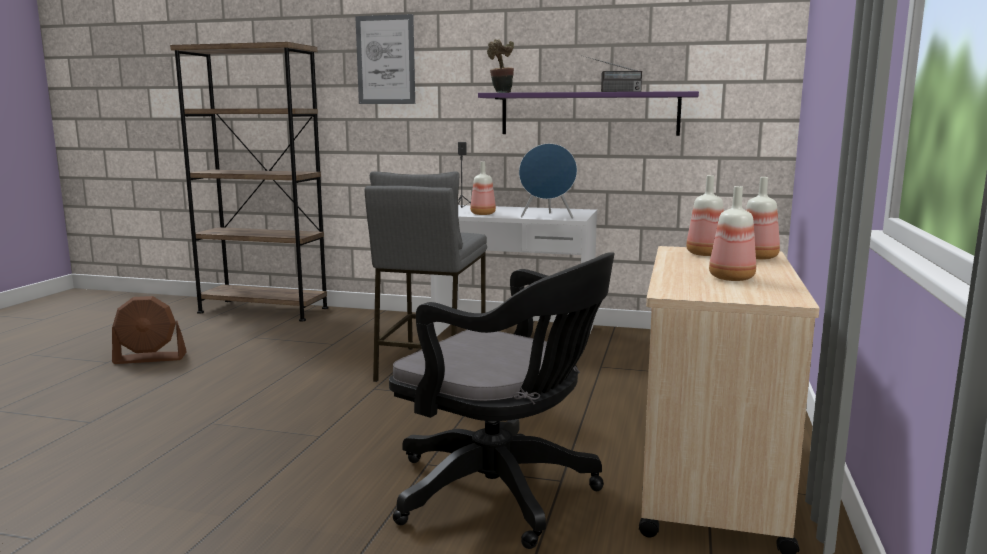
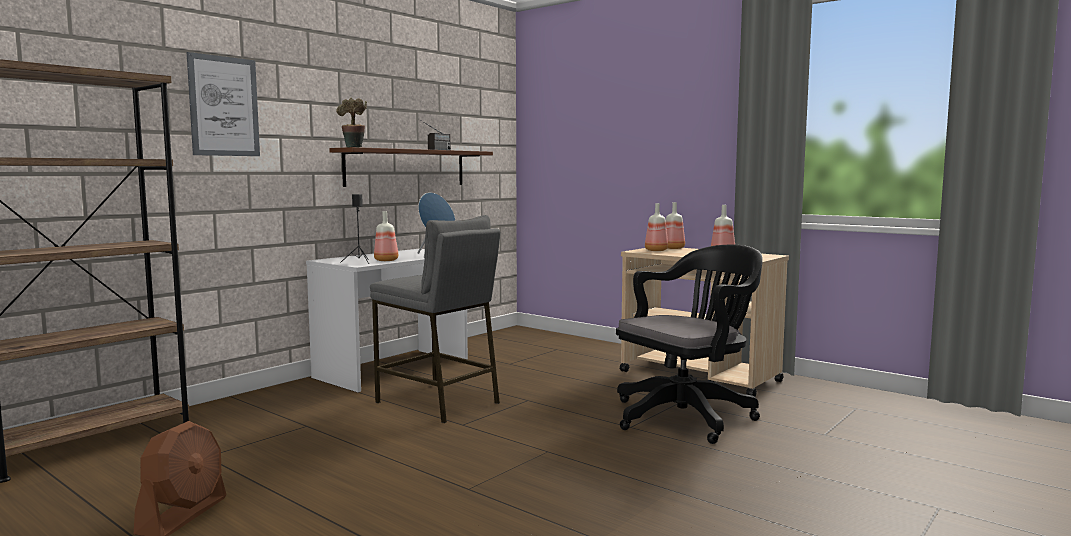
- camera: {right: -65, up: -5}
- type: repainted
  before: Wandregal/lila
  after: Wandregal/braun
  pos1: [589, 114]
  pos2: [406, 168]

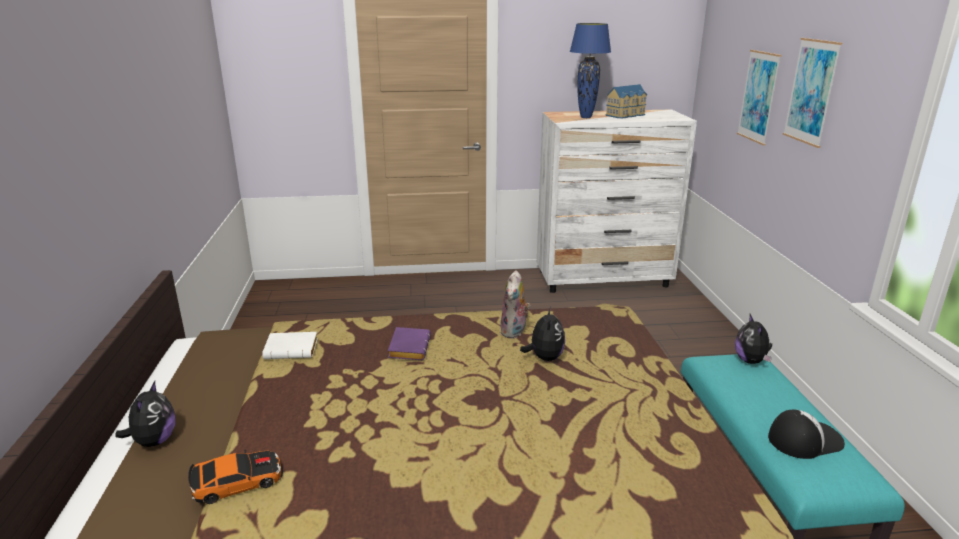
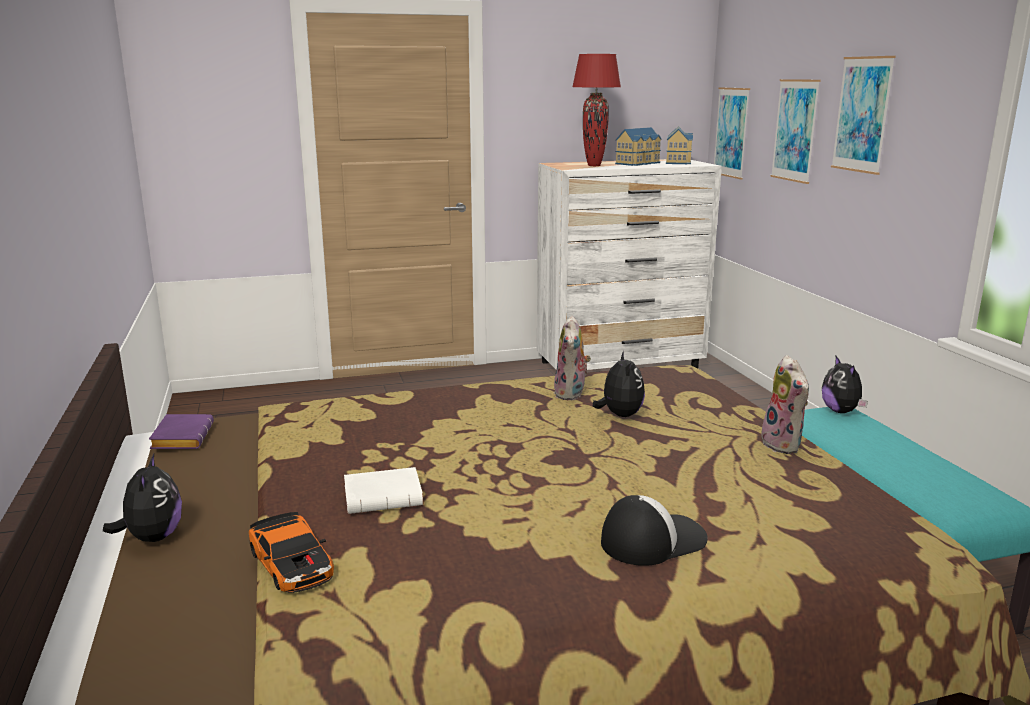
- camera: {right: -10, up: -5}
- type: rotated
  before: Spielzeugauto
  pos1: [237, 481]
  pos2: [293, 563]
  turn: 90
- type: shifted
  before: Buch/weiß
  pos1: [293, 349]
  pos2: [385, 497]
- type: shifted
  before: Buch/lila
  pos1: [408, 347]
  pos2: [181, 437]
- type: repainted
  before: Tischlampe/blau
  after: Tischlampe/rot
  pos1: [586, 117]
  pos2: [594, 165]
- type: shifted
  before: Kappe
  pos1: [804, 439]
  pos2: [652, 540]
- type: new
  after: Spielzeughaus
  pos2: [679, 162]
- type: new
  after: Bild
  pos2: [731, 132]
- type: new
  after: Plüschtier
  pos2: [784, 445]

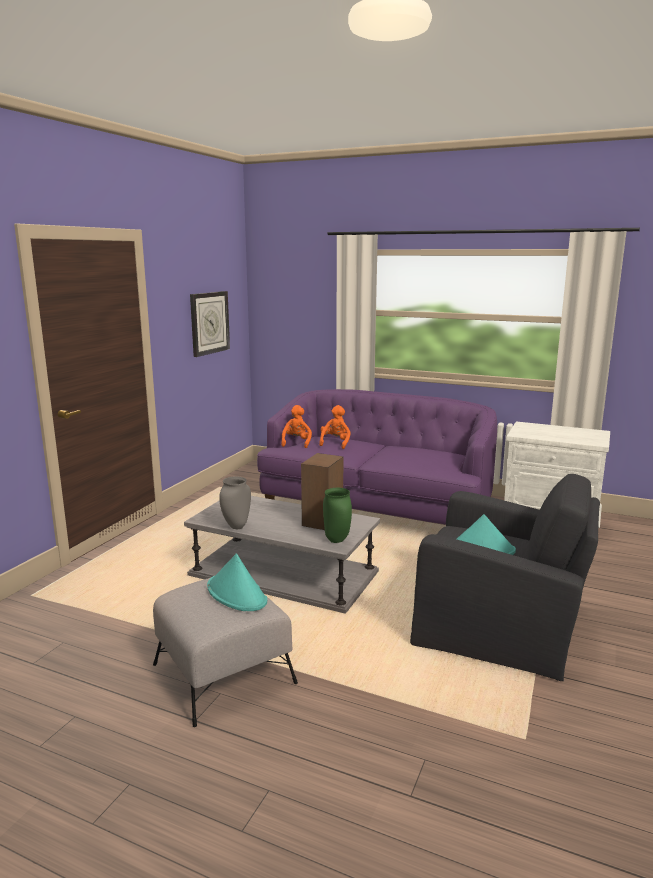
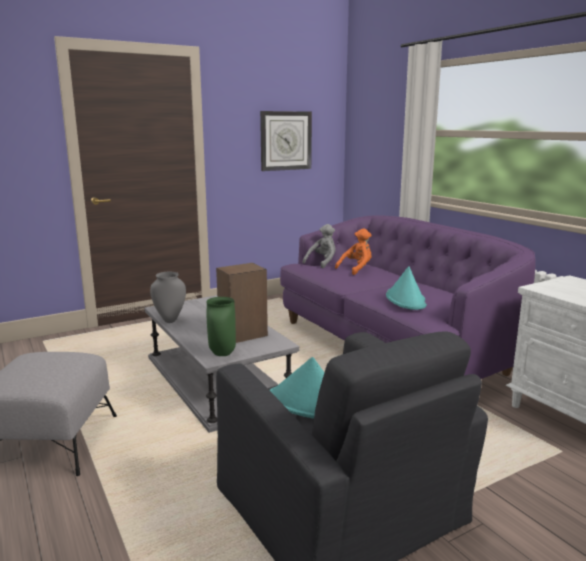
- camera: {right: 35, up: 0}
- type: shifted
  before: Hut/türkis
  pos1: [237, 594]
  pos2: [406, 300]
- type: repainted
  before: Plüschtier/orange
  after: Plüschtier/grau
  pos1: [296, 443]
  pos2: [322, 263]

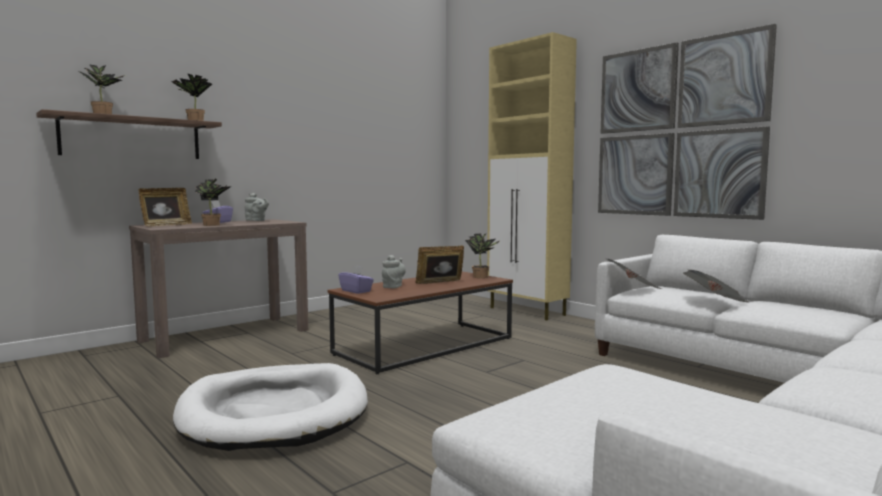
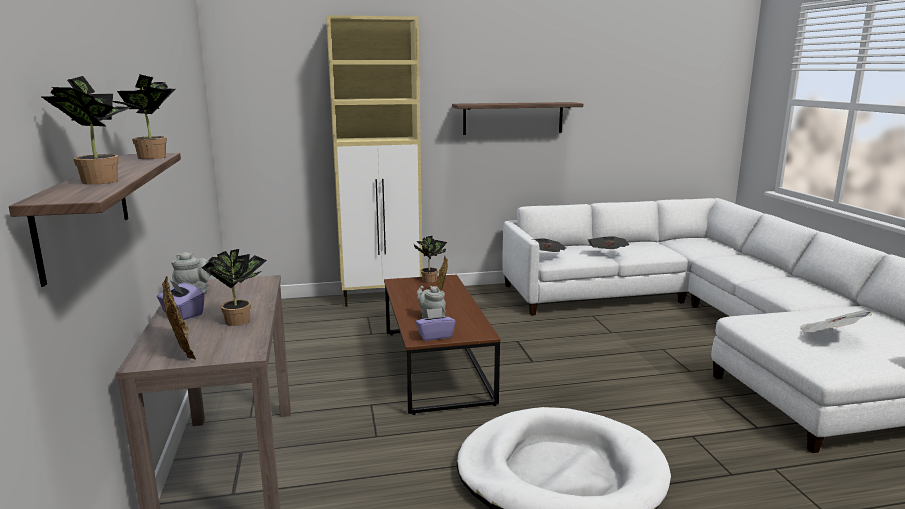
- camera: {right: -60, up: 10}
- type: swapped
  before: Bild
  after: Wandregal
  pos1: [677, 130]
  pos2: [513, 118]
- type: new
  after: Zeitung
  pos2: [829, 337]

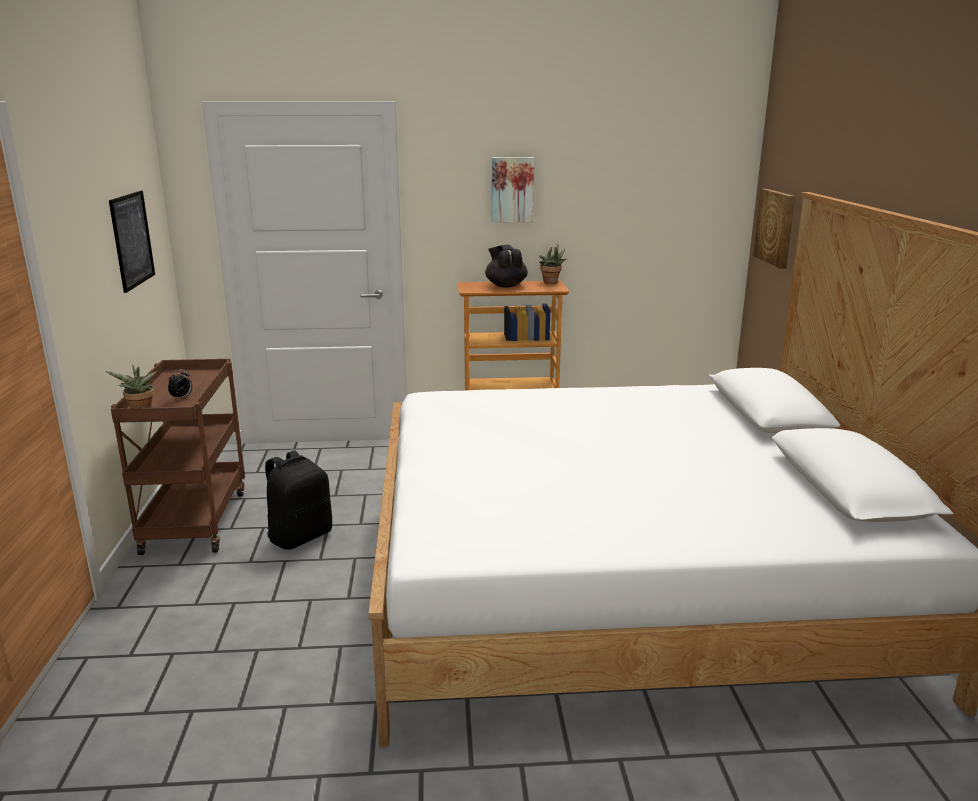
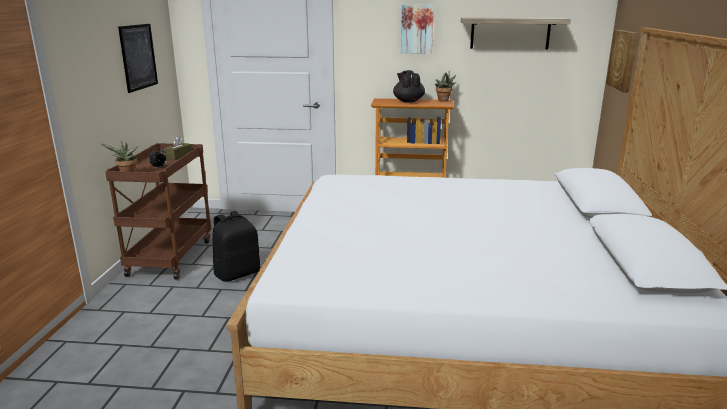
- camera: {right: 10, up: 0}
- type: new
  after: Taschentuchbox/braun
  pos2: [179, 156]
- type: new
  after: Wandregal
  pos2: [510, 33]

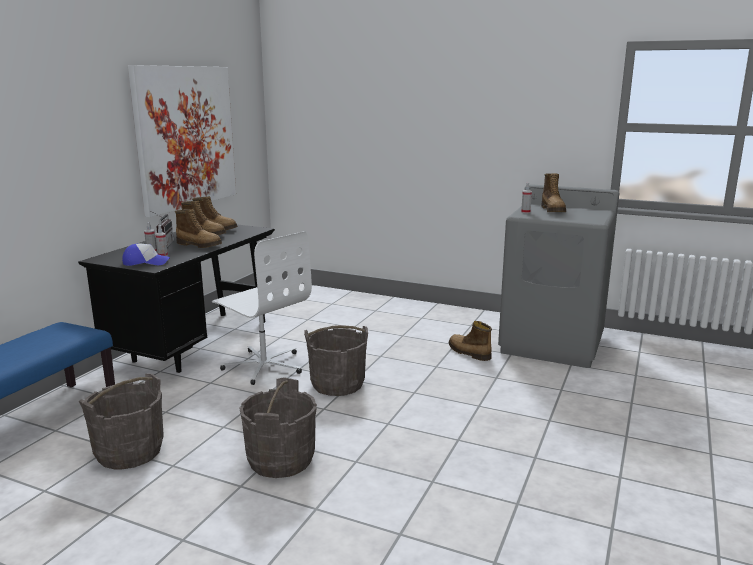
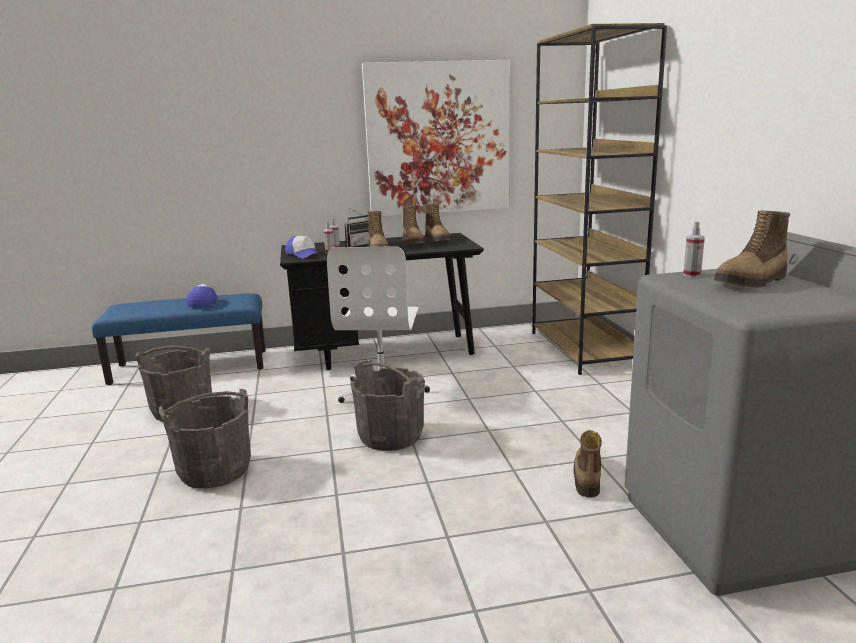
- camera: {right: 55, up: 0}
- type: new
  after: Kappe
  pos2: [203, 302]
- type: new
  after: Bücherregal/braun
  pos2: [584, 349]

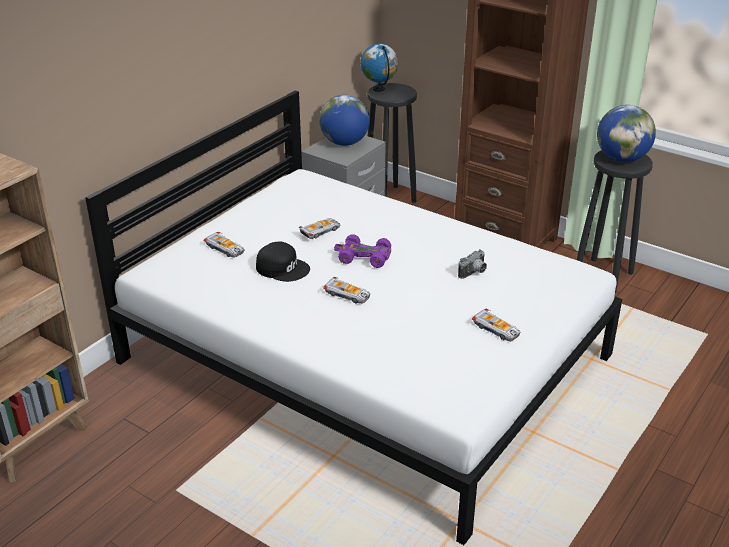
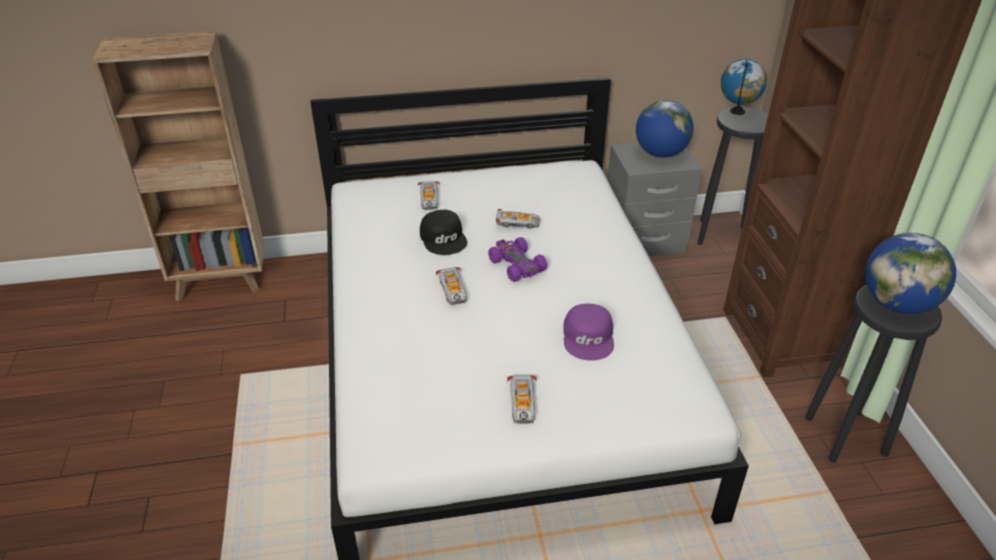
- camera: {right: 45, up: 5}
- type: swapped
  before: Kamera
  after: Kappe/lila
  pos1: [474, 273]
  pos2: [589, 337]

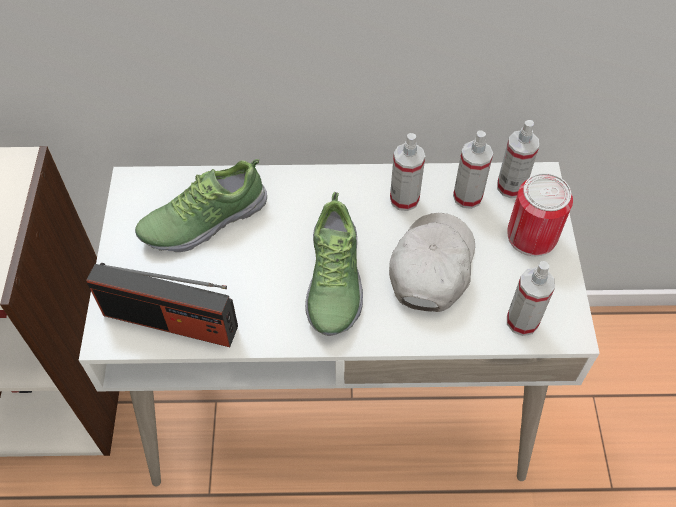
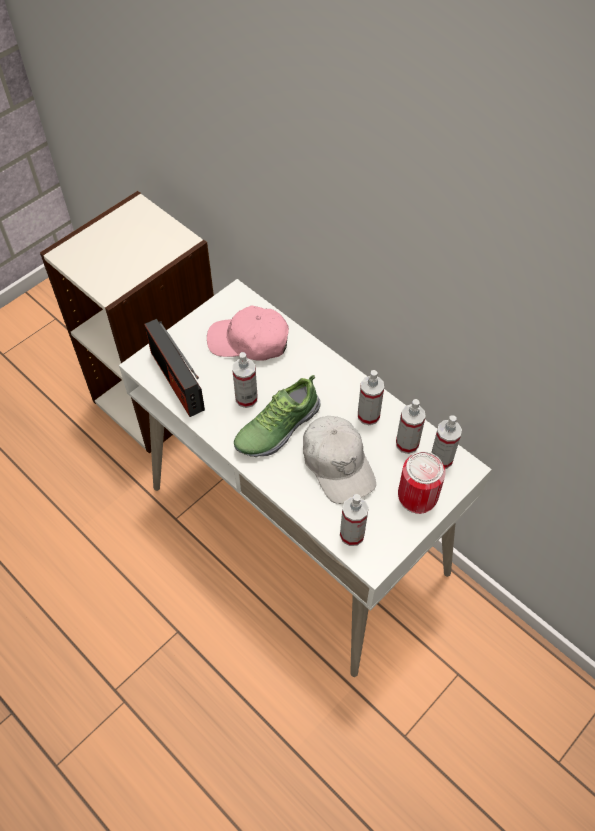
- camera: {right: 45, up: 0}
- type: swapped
  before: Schuh
  after: Kappe/rosa
  pos1: [203, 219]
  pos2: [249, 342]
- type: rotated
  before: Kappe/weiß
  pos1: [431, 267]
  pos2: [338, 464]
  turn: 90
- type: new
  after: Sprühflasche
  pos2: [246, 398]

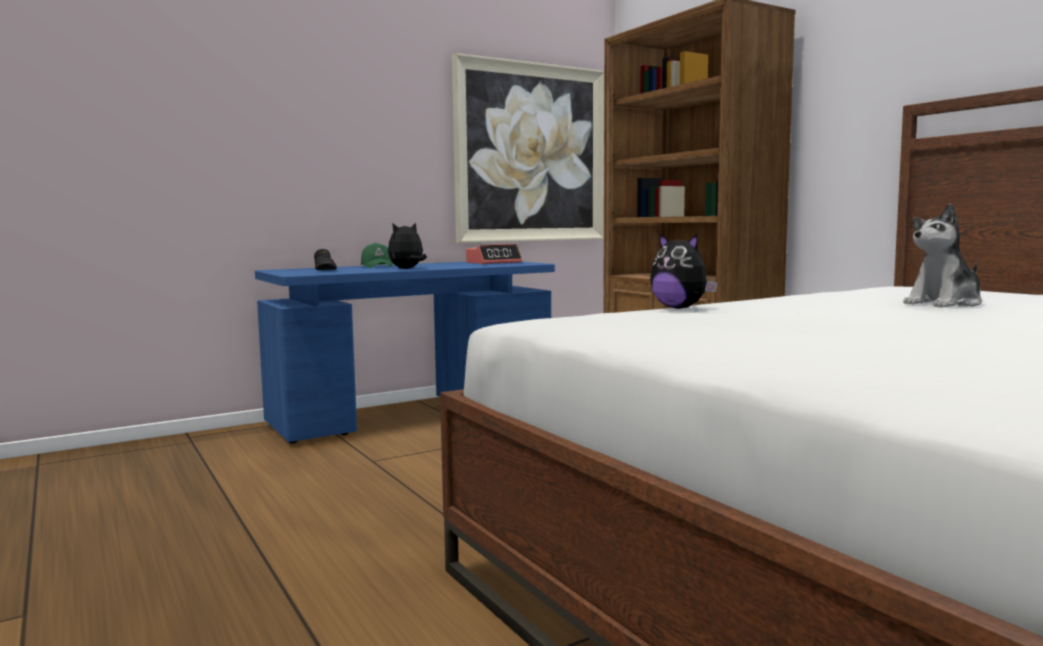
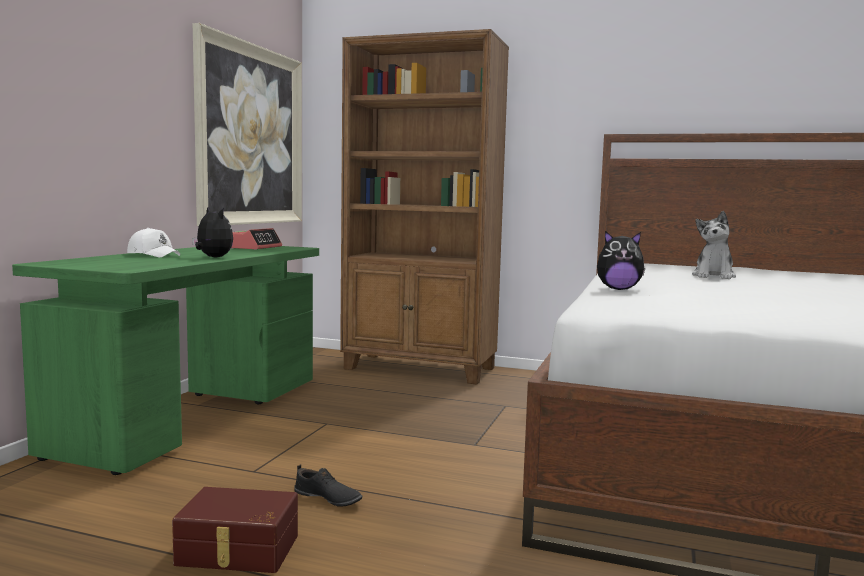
- camera: {right: -40, up: 0}
- type: repainted
  before: Schreibtisch/blau
  after: Schreibtisch/grün
  pos1: [414, 414]
  pos2: [196, 415]
- type: shifted
  before: Schuh/schwarz
  pos1: [324, 270]
  pos2: [327, 498]
- type: repainted
  before: Kappe/grün
  after: Kappe/weiß
  pos1: [377, 266]
  pos2: [154, 255]
- type: rotated
  before: Plüschtier
  pos1: [407, 269]
  pos2: [213, 257]
  turn: 120
- type: new
  after: Aufbewahrungsbox/braun
  pos2: [237, 551]

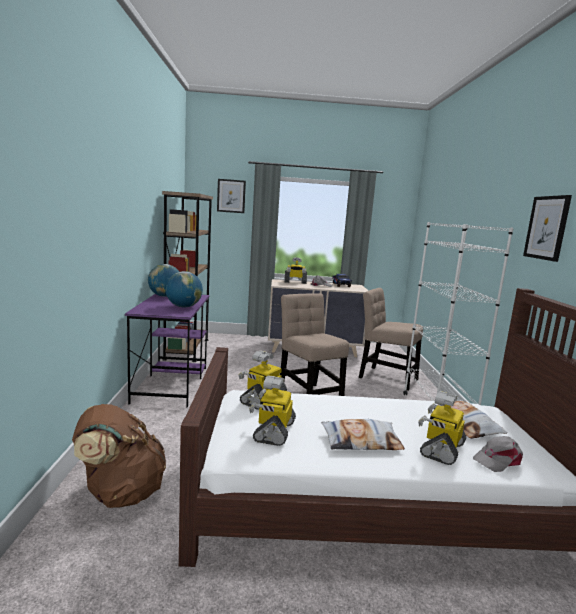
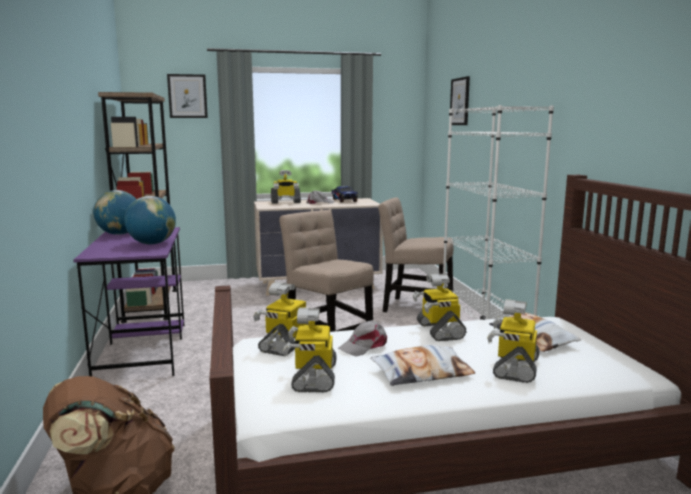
- camera: {right: -10, up: 0}
- type: shifted
  before: Kappe/grau
  pos1: [497, 460]
  pos2: [364, 346]
- type: shifted
  before: Bild
  pos1: [547, 228]
  pos2: [460, 101]
- type: new
  after: Spielzeugroboter
  pos2: [438, 330]

